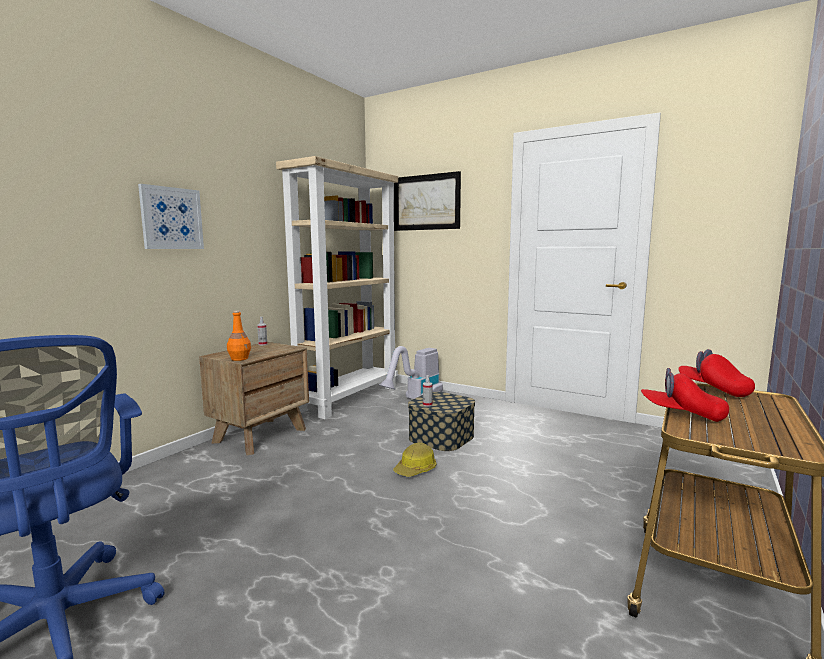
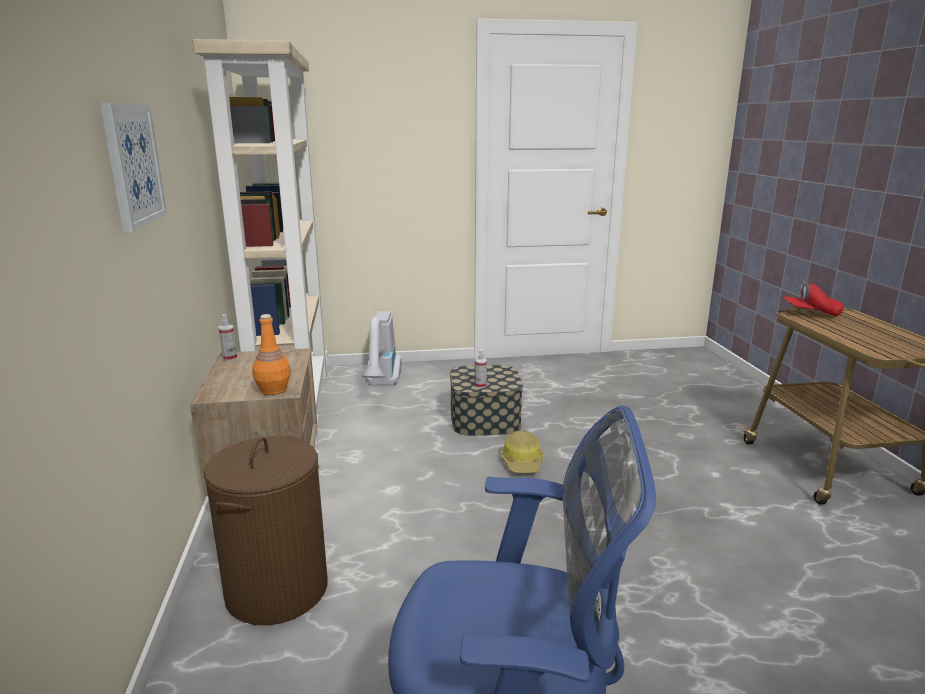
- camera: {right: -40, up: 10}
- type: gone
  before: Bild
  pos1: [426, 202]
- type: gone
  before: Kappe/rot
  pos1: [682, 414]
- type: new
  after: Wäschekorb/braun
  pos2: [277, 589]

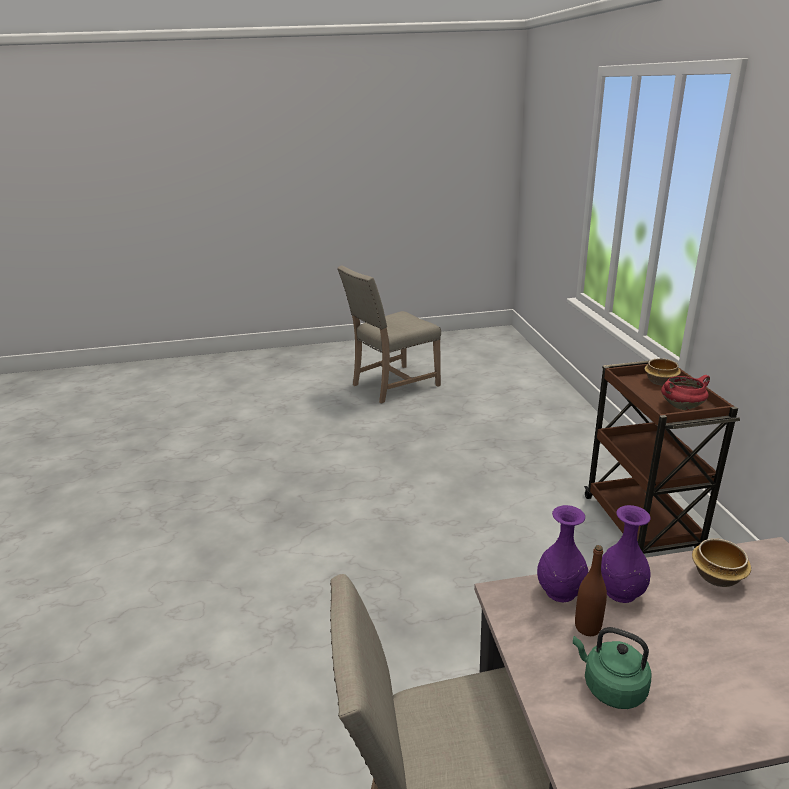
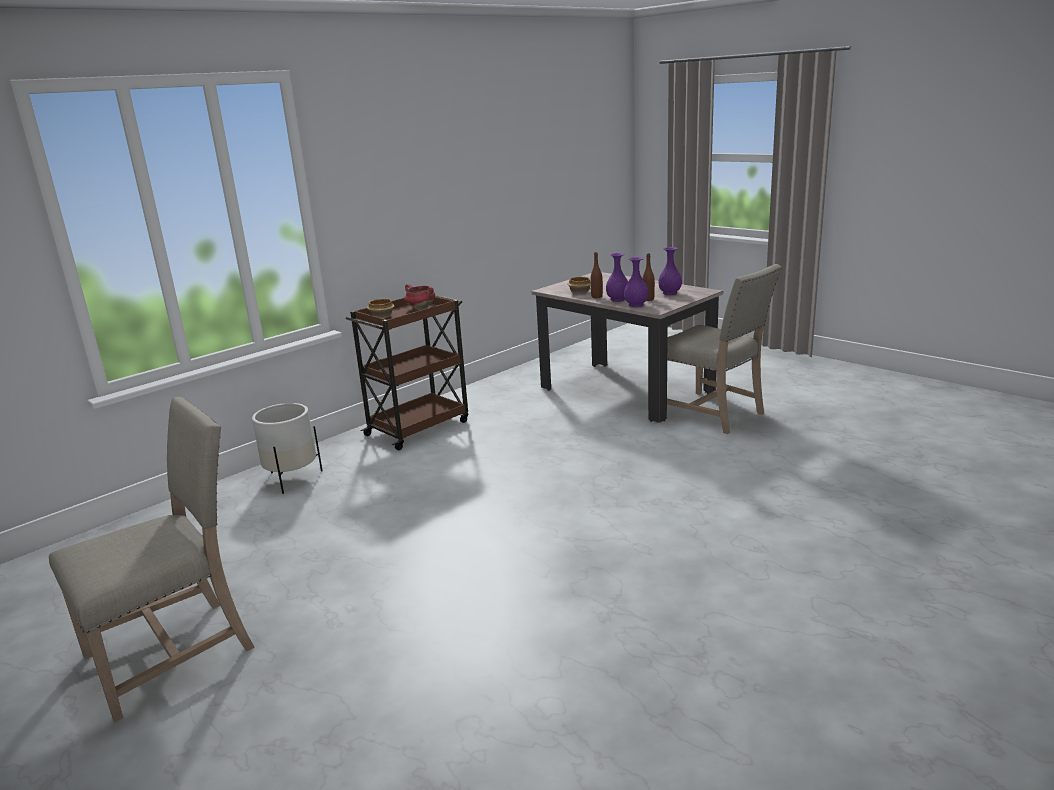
- camera: {right: -125, up: -5}
- type: rotated
  before: Stuhl/beige
  pos1: [392, 385]
  pos2: [175, 651]
  turn: -60
- type: swapped
  before: Wasserkessel/grün
  after: Vase/lila
  pos1: [610, 687]
  pos2: [670, 293]
- type: new
  after: Pflanzkübel/weiß
  pos2: [292, 478]
- type: new
  after: Flasche/braun
  pos2: [596, 297]

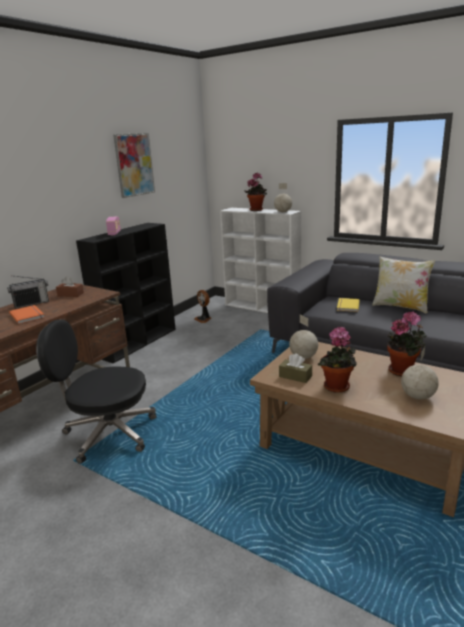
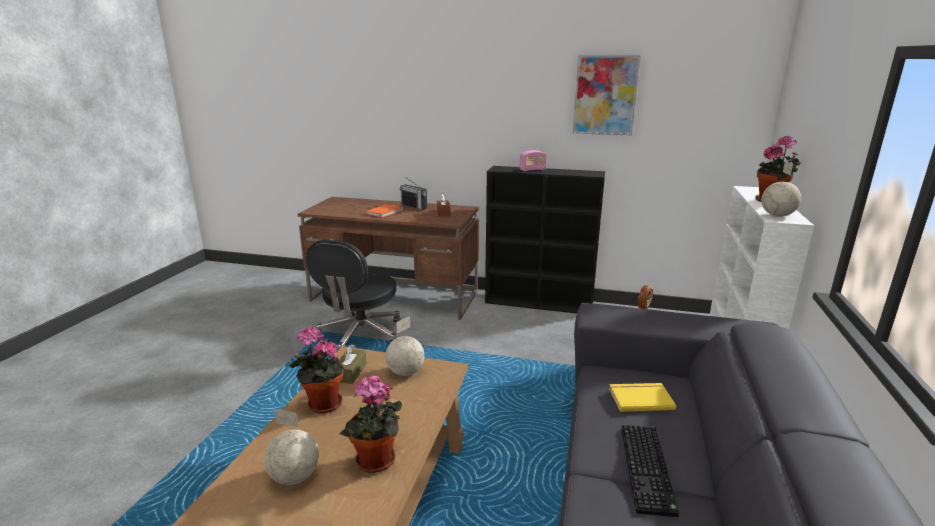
- camera: {right: 70, up: 0}
- type: rotated
  before: Bürostuhl/schwarz
  pos1: [108, 433]
  pos2: [360, 335]
  turn: -150
- type: gone
  before: Kissen
  pos1: [400, 306]
- type: new
  after: Tastatur
  pos2: [648, 469]

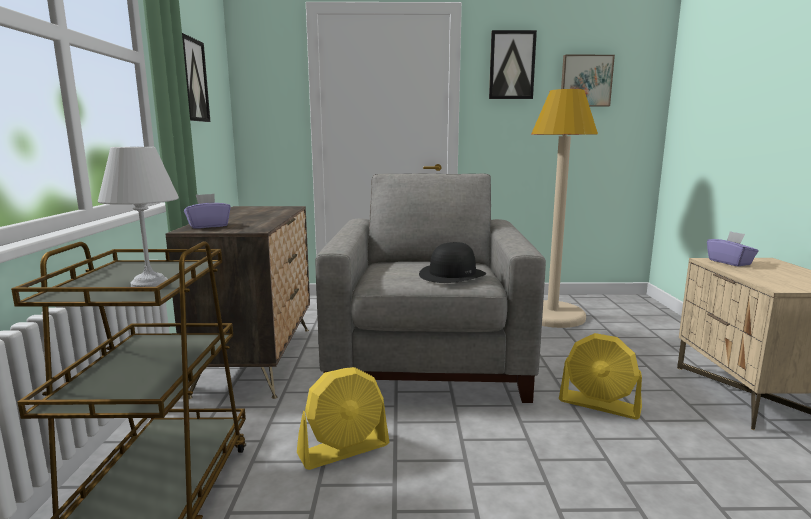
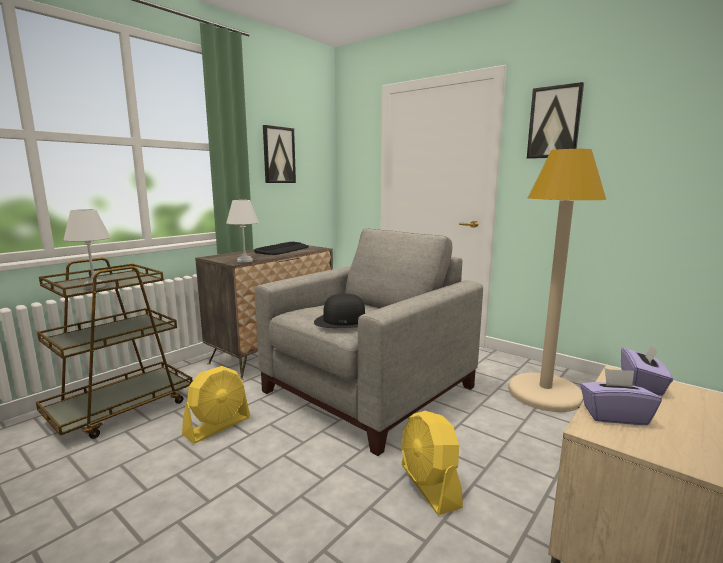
- camera: {right: 40, up: 0}
- type: shifted
  before: Taschentuchbox/lila
  pos1: [208, 226]
  pos2: [614, 416]
- type: rotated
  before: Ventilator/gelb
  pos1: [344, 449]
  pos2: [218, 426]
  turn: -60
- type: gone
  before: Bild
  pos1: [585, 81]
- type: new
  after: Tischlampe/weiß
  pos2: [245, 261]
- type: new
  after: Tastatur
  pos2: [283, 249]

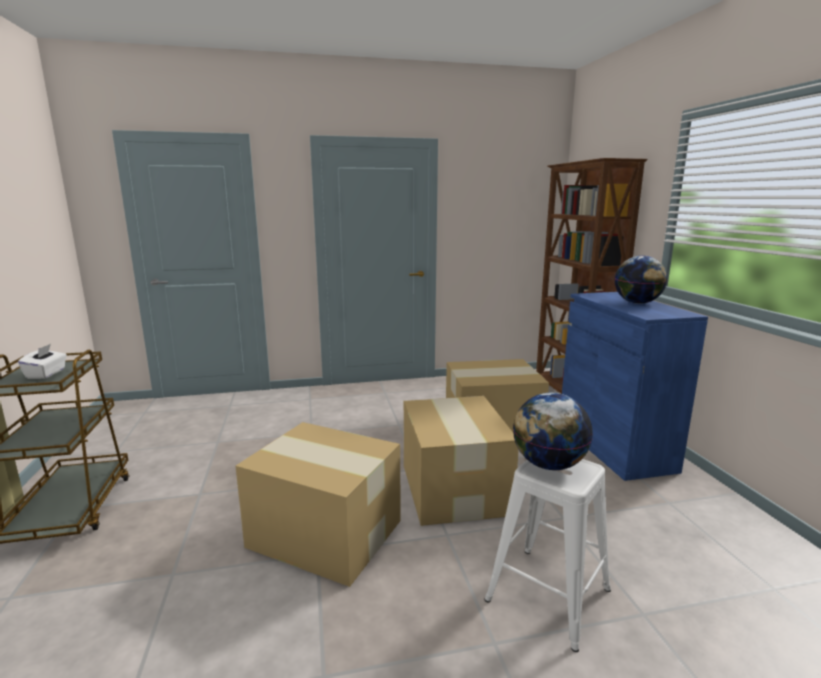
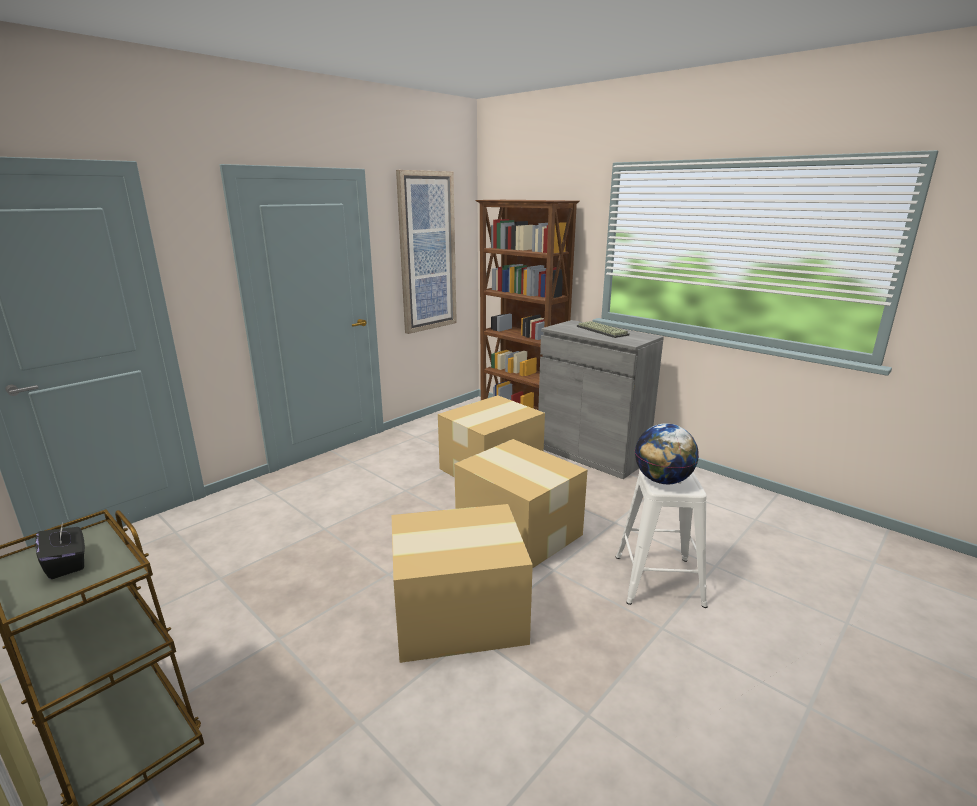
- camera: {right: -35, up: 5}
- type: repainted
  before: Taschentuchbox/weiß
  after: Taschentuchbox/schwarz
  pos1: [46, 374]
  pos2: [67, 563]
- type: repainted
  before: Schrank/blau
  after: Schrank/grau
  pos1: [614, 446]
  pos2: [591, 454]
- type: swapped
  before: Globus
  after: Tastatur
  pos1: [637, 303]
  pos2: [603, 330]
- type: new
  after: Bild
  pos2: [427, 253]

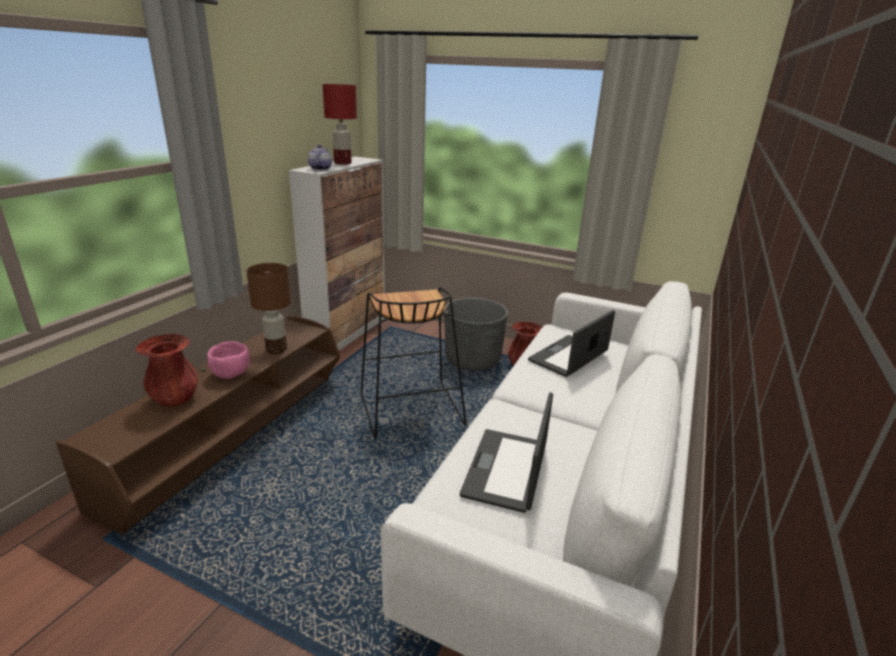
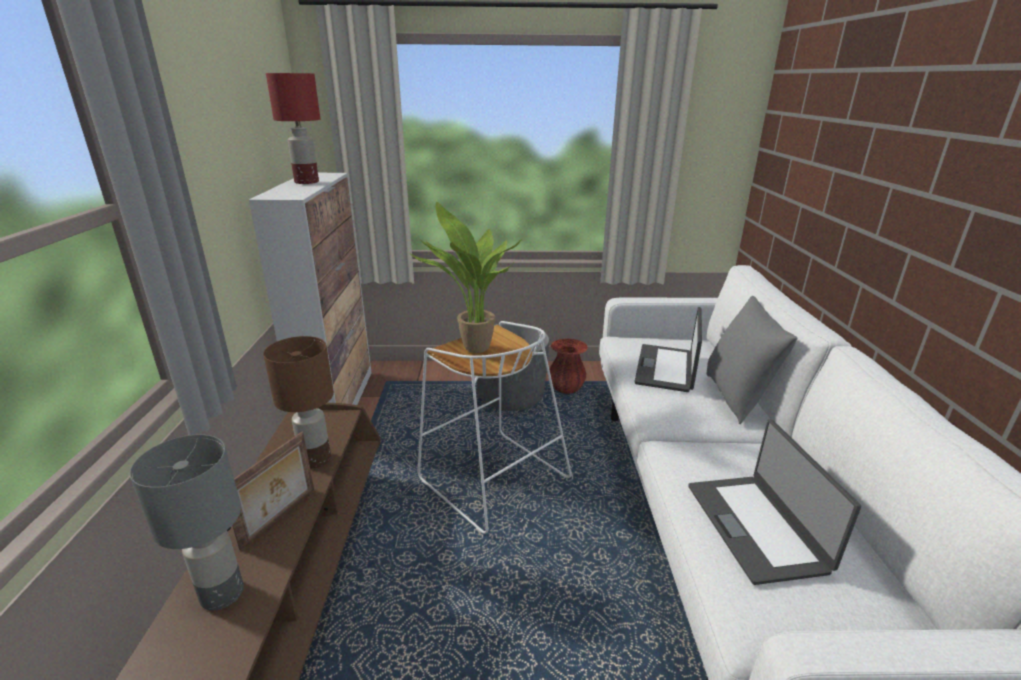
- camera: {right: -25, up: 0}
- type: swapped
  before: Vase/rot
  after: Tischlampe/grau
  pos1: [175, 398]
  pos2: [221, 595]
- type: swapped
  before: Schüssel/rosa
  after: Bilderrahmen
  pos1: [232, 373]
  pos2: [280, 518]
- type: gone
  before: Teekanne
  pos1: [320, 168]
- type: repainted
  before: Hocker/schwarz
  after: Hocker/weiß
  pos1: [409, 408]
  pos2: [491, 479]
- type: new
  after: Topfpflanze
  pos2: [472, 349]
- type: new
  after: Kissen/grau
  pos2: [737, 397]

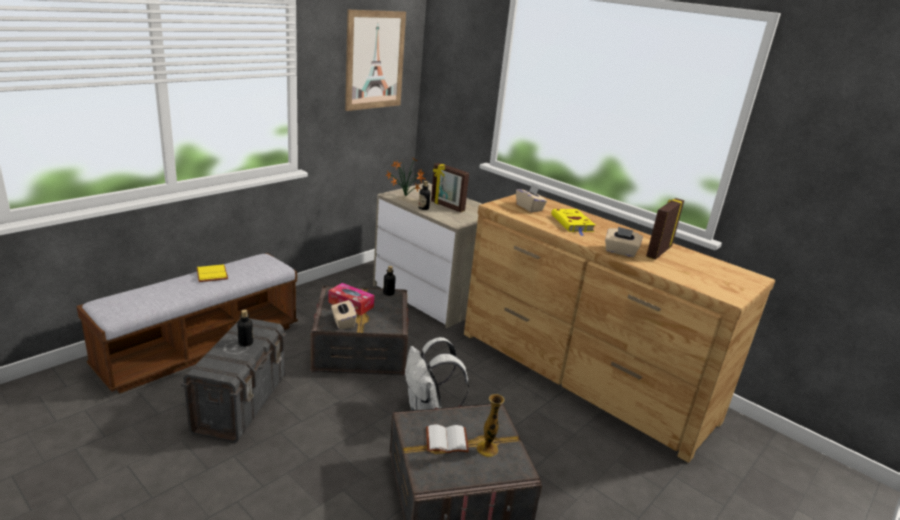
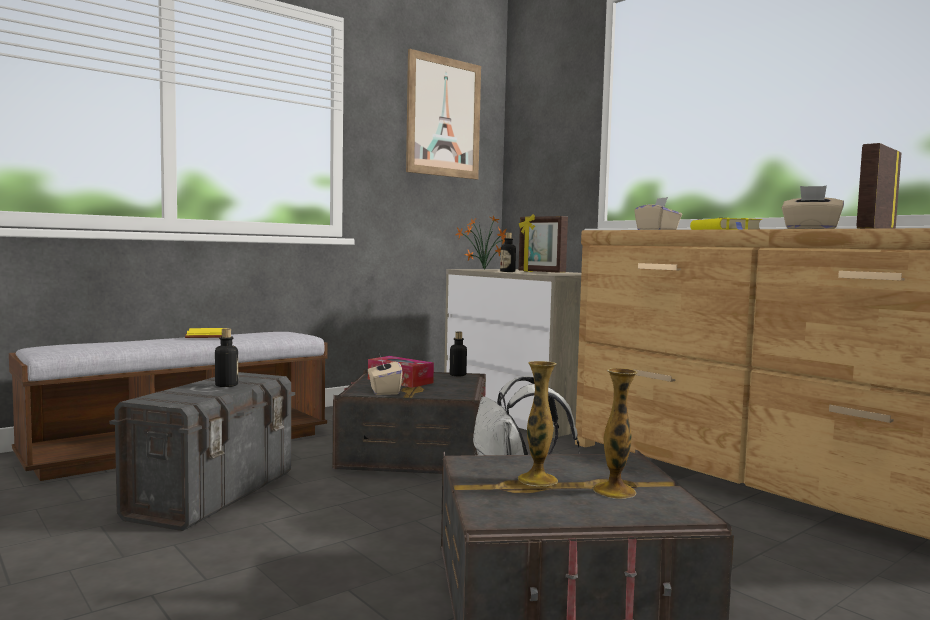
- camera: {right: 10, up: -20}
- type: swapped
  before: Buch/weiß
  after: Vase
  pos1: [447, 439]
  pos2: [537, 480]

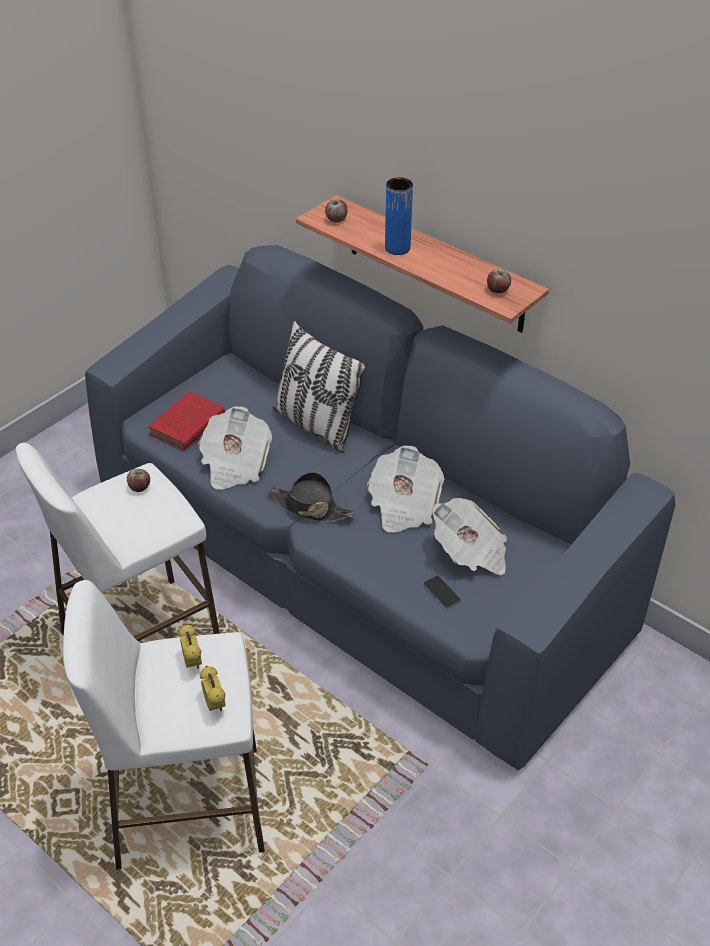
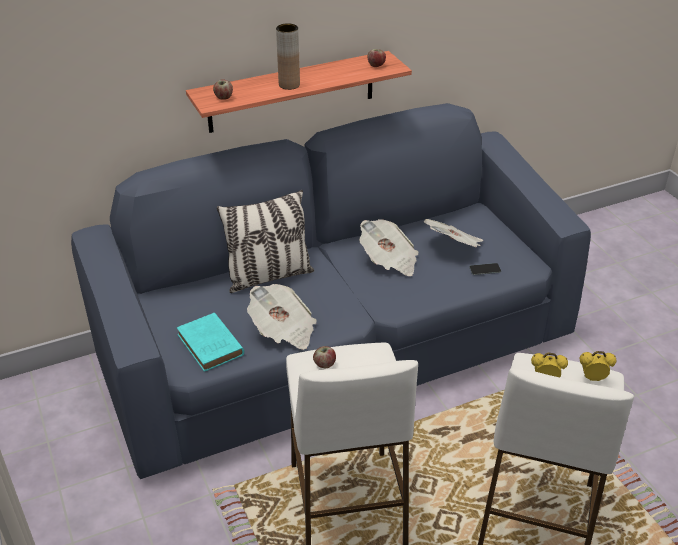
- camera: {right: -65, up: -5}
- type: repainted
  before: Buch/rot
  after: Buch/türkis
  pos1: [186, 426]
  pos2: [211, 346]
- type: gone
  before: Hut/schwarz
  pos1: [310, 507]
- type: repainted
  before: Vase/blau
  after: Vase/braun
  pos1: [397, 248]
  pos2: [289, 85]

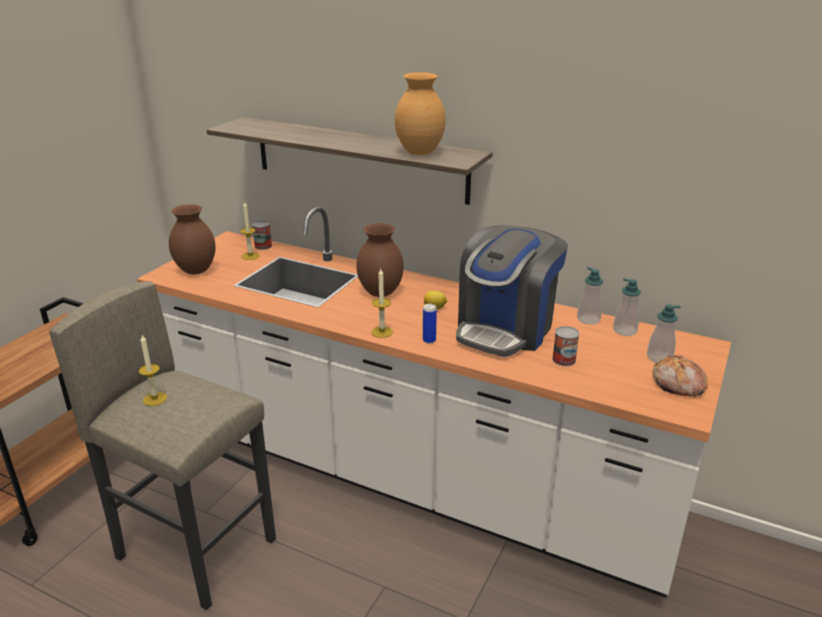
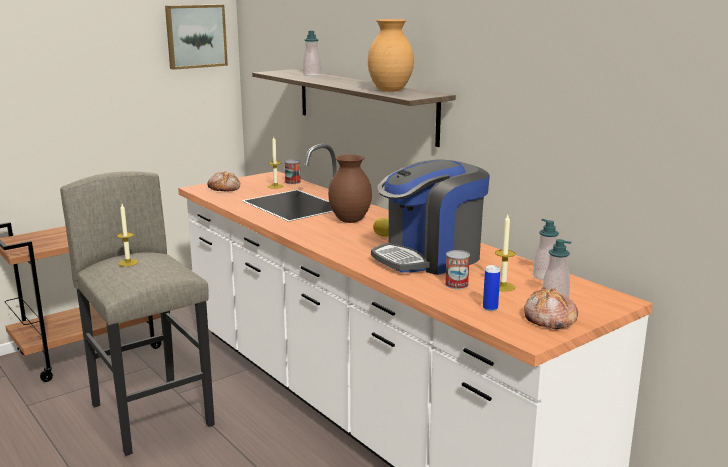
- camera: {right: 25, up: -10}
- type: swapped
  before: Vase/braun
  after: Brot
  pos1: [196, 270]
  pos2: [224, 189]
- type: shifted
  before: Kerze
  pos1: [382, 332]
  pos2: [503, 286]
- type: shifted
  before: Dose
  pos1: [429, 340]
  pos2: [490, 308]
- type: shifted
  before: Seifenspender
  pos1: [588, 319]
  pos2: [312, 75]
- type: new
  after: Bild
  pos2: [195, 36]

